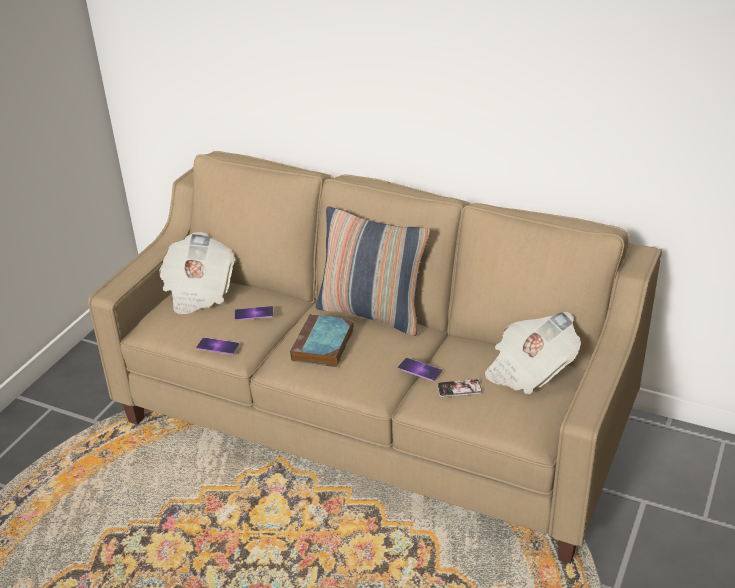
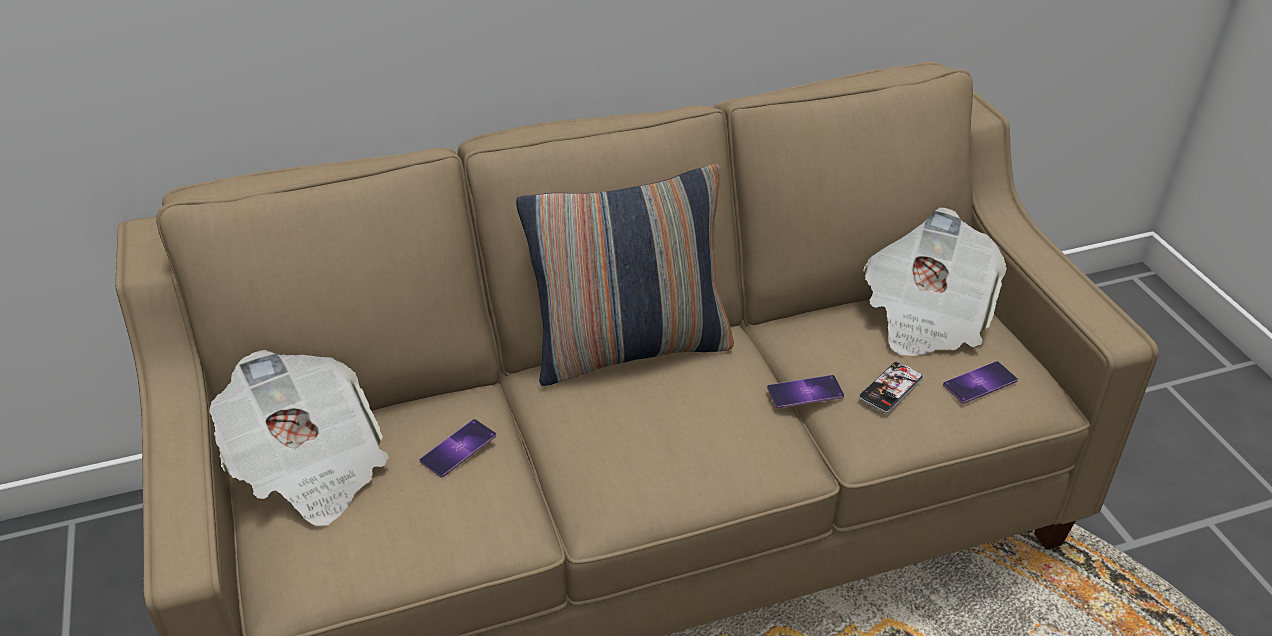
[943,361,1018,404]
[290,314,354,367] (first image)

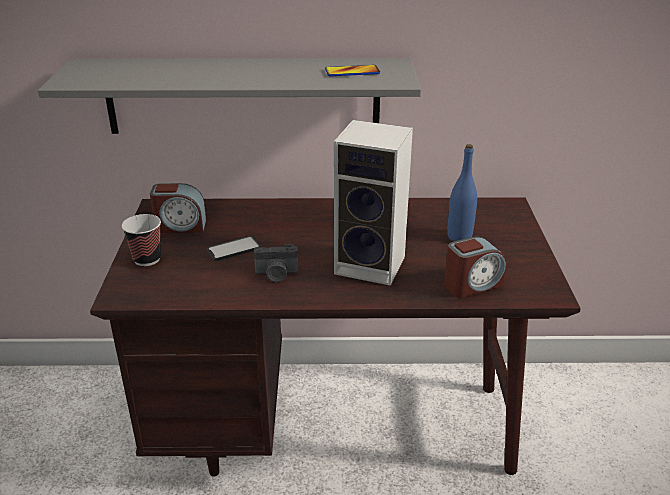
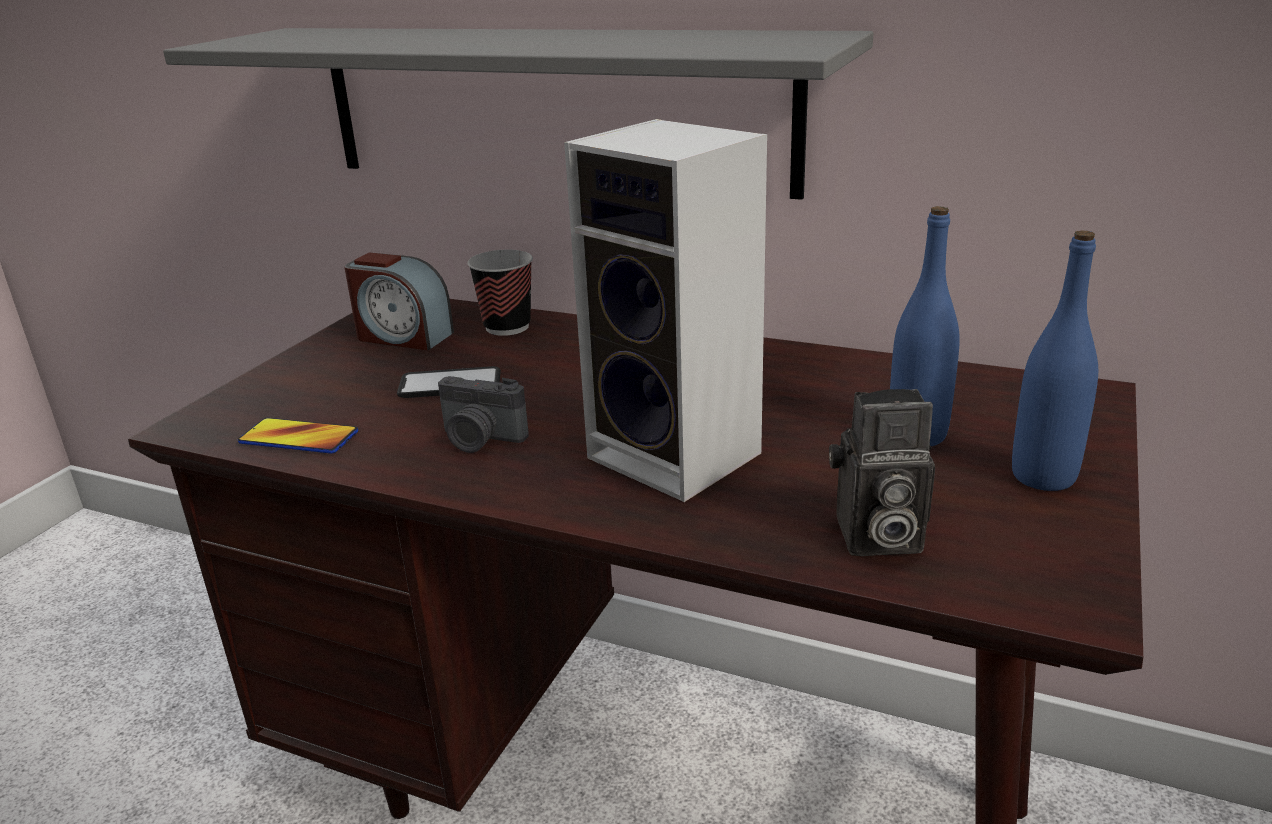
[467,250,533,336]
[238,418,358,453]
[829,389,935,556]
[1012,230,1098,491]

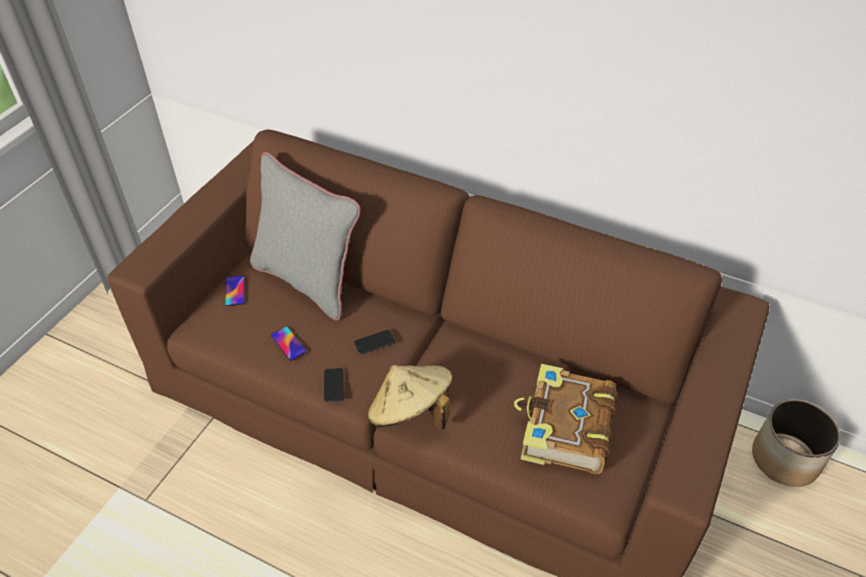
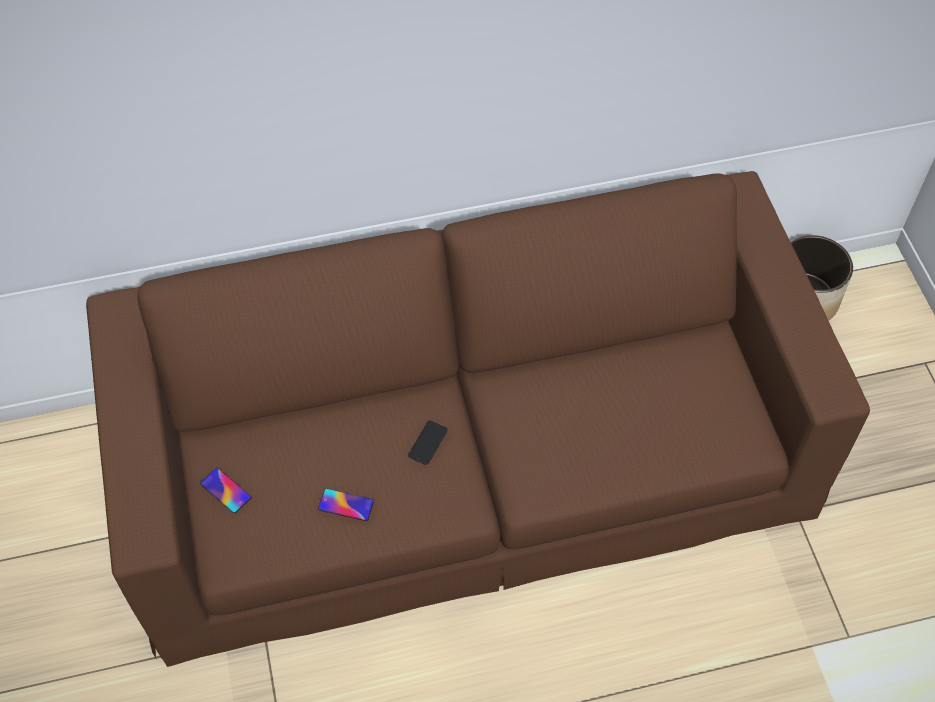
[250,152,361,320] (first image)
[324,368,344,402] (first image)
[367,365,453,430] (first image)
[514,364,617,474] (first image)

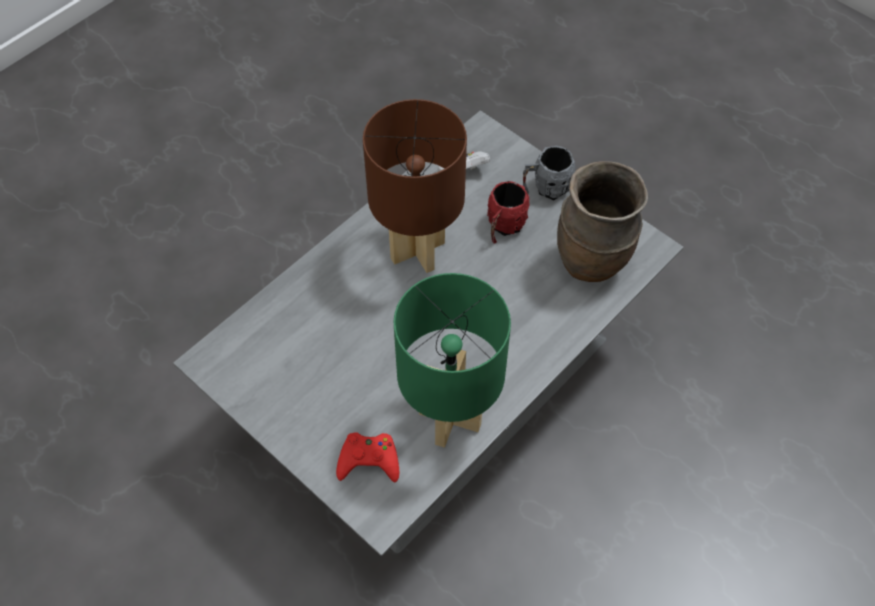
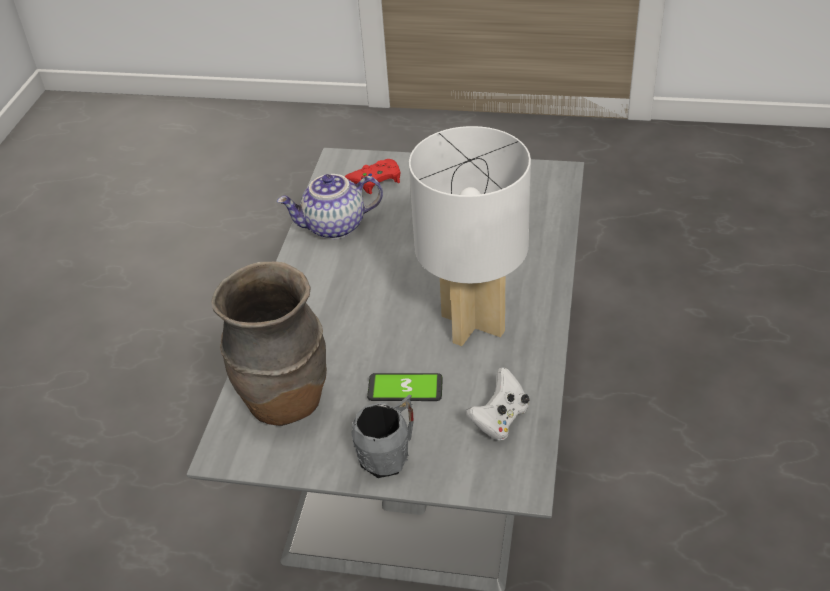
[409,126,531,346]
[277,174,383,239]
[367,373,443,401]

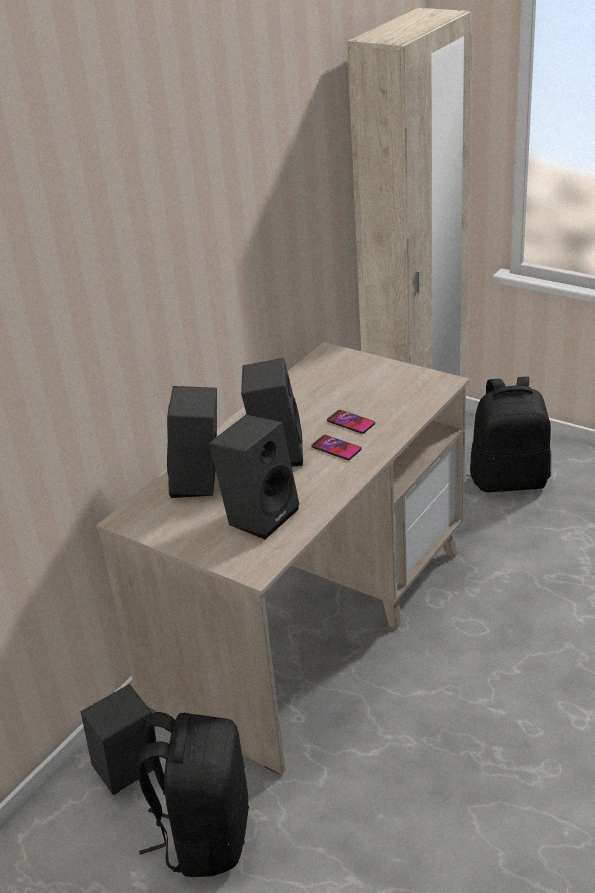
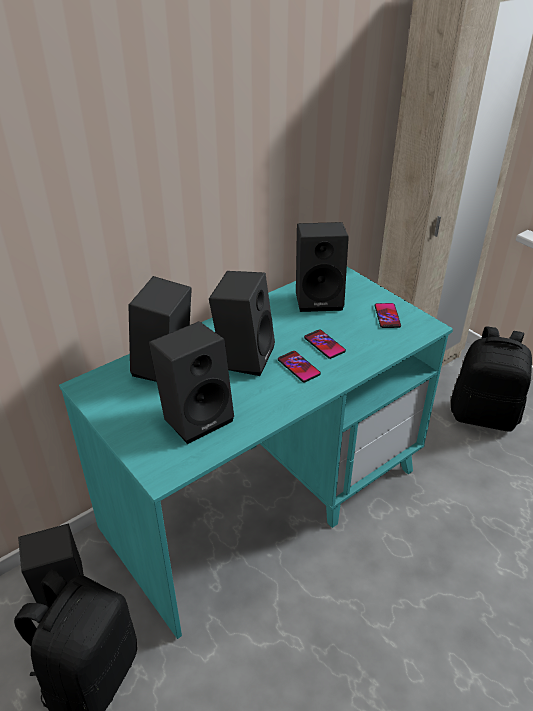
[59,267,453,639]
[296,222,349,312]
[375,303,401,328]

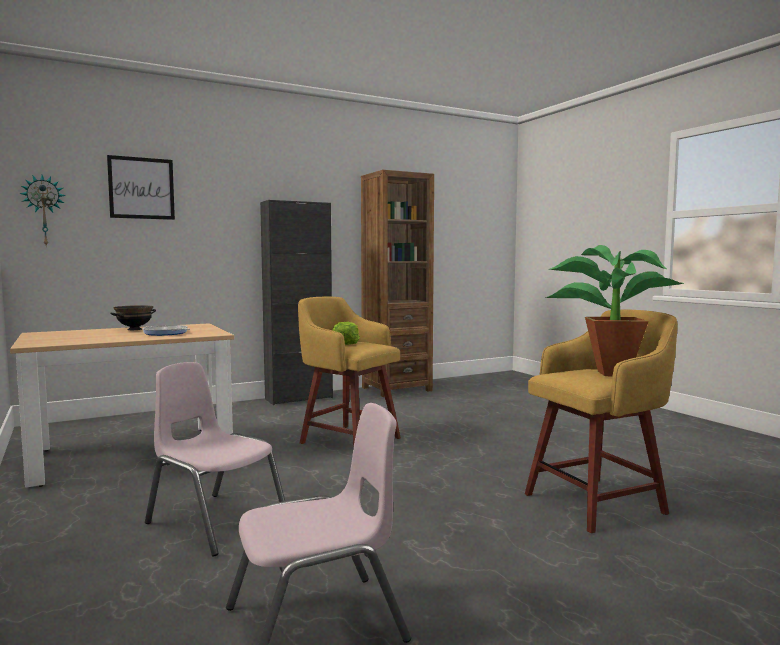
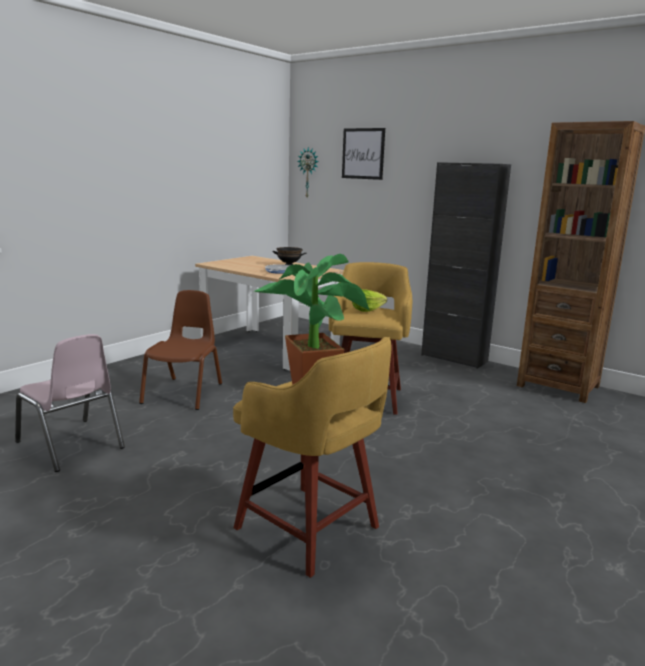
[139,290,222,410]

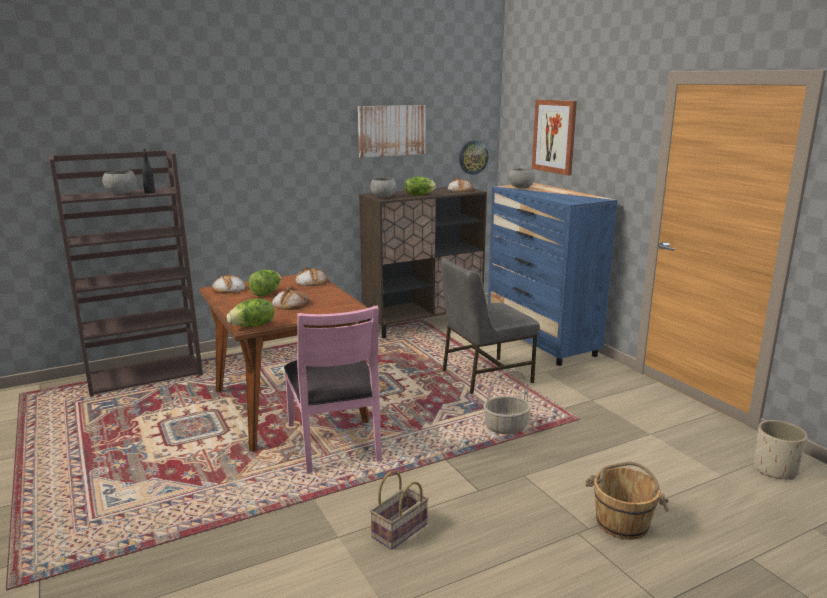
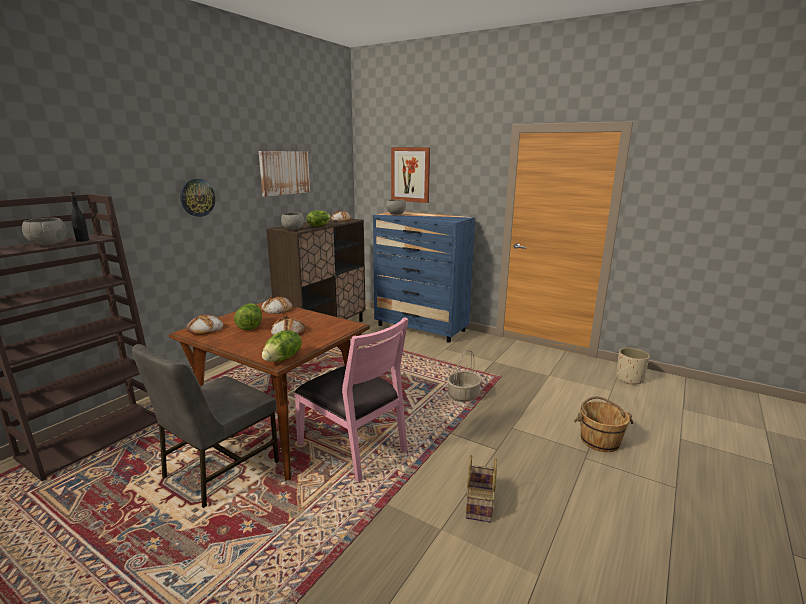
[132,344,279,508]
[180,179,215,217]

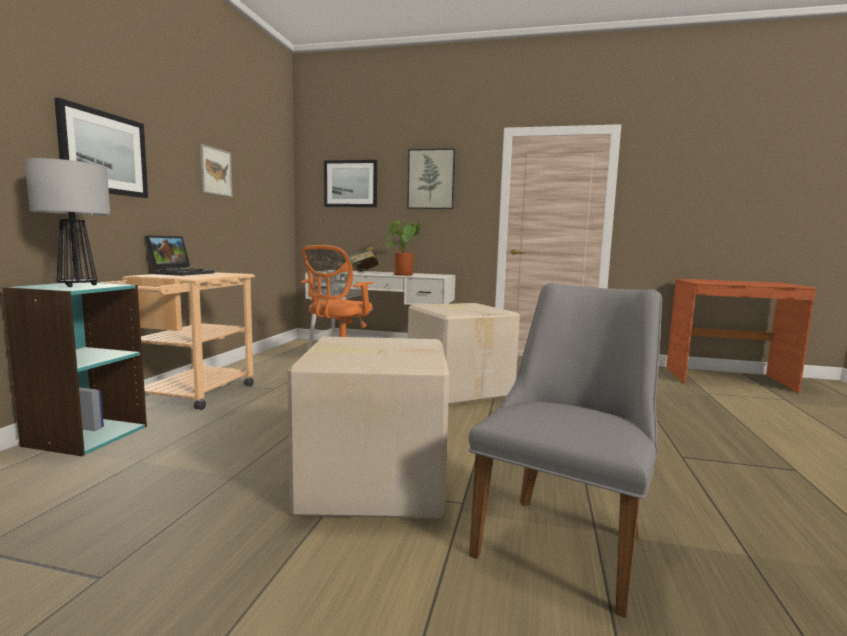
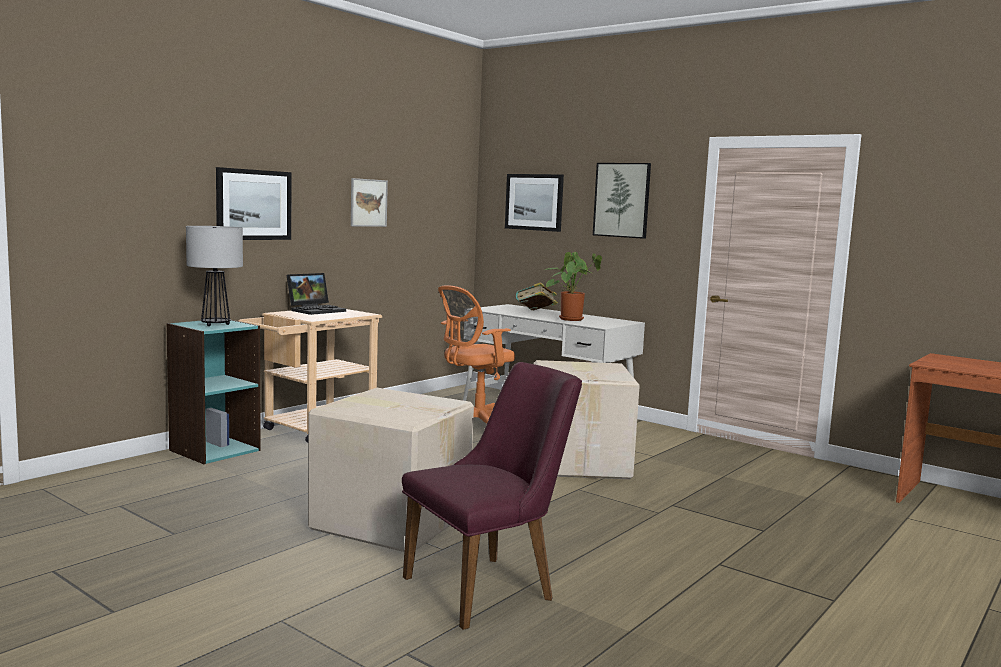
[402,362,582,630]

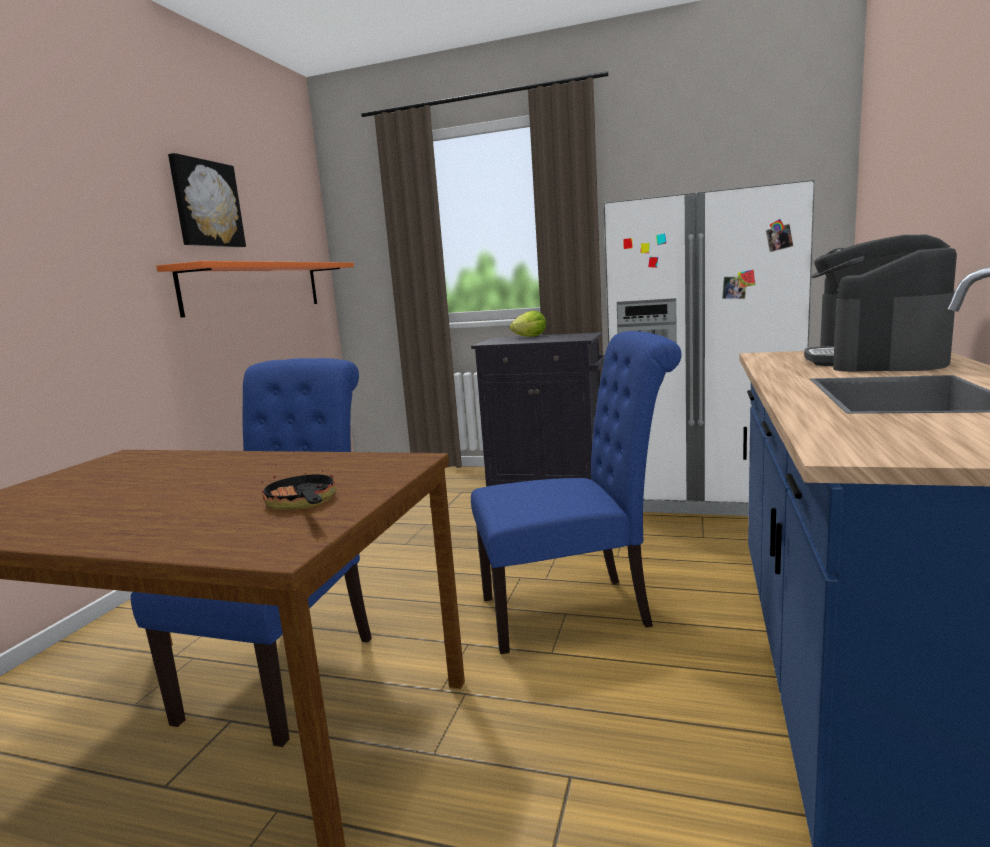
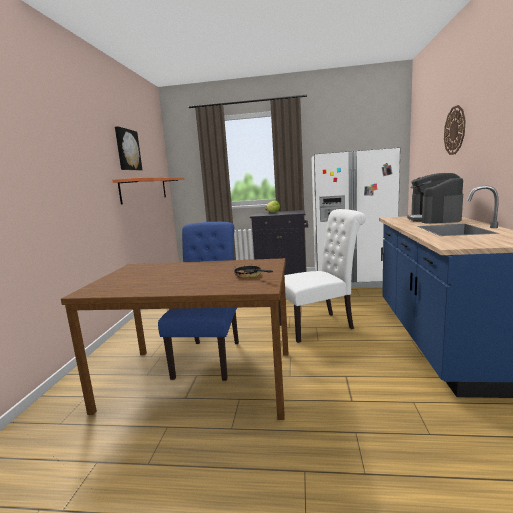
[278,209,366,343]
[444,105,466,155]

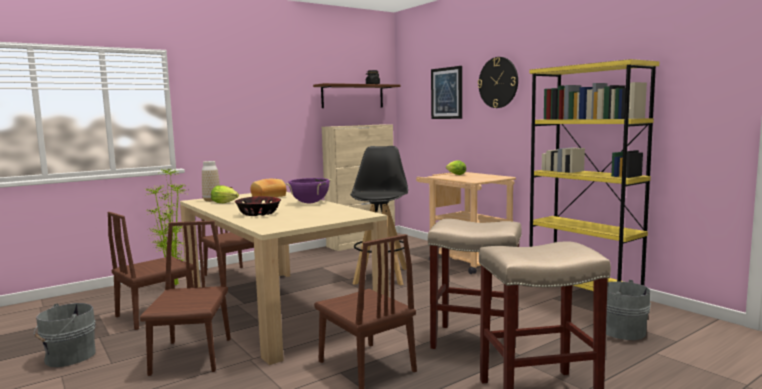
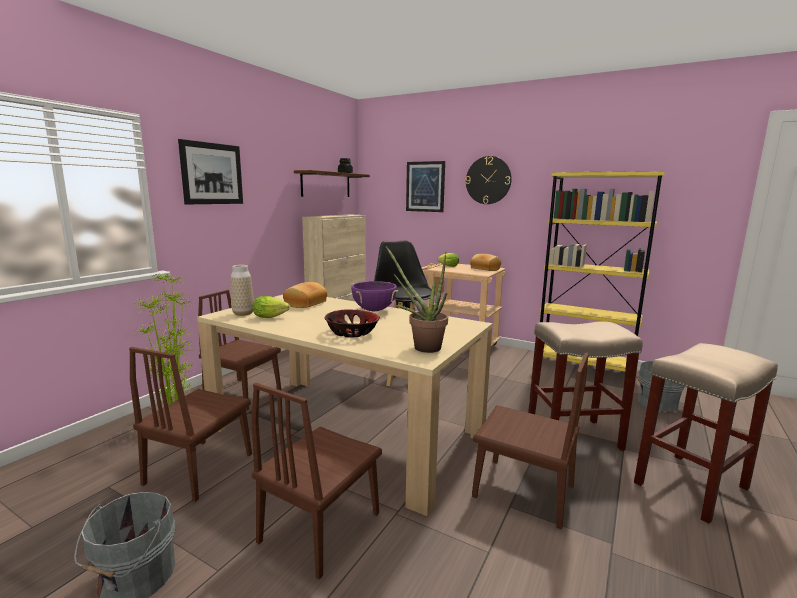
[251,383,382,579]
[178,139,243,204]
[386,246,448,353]
[470,254,501,271]

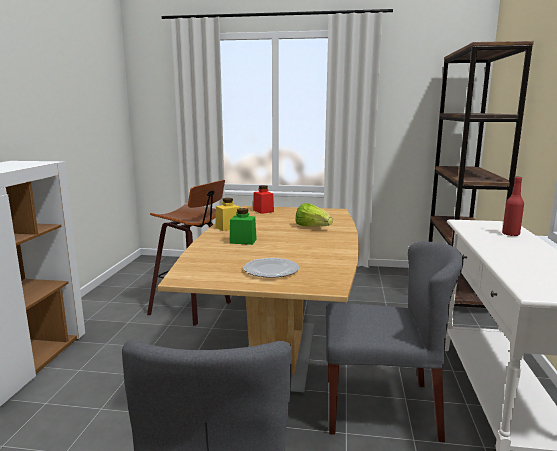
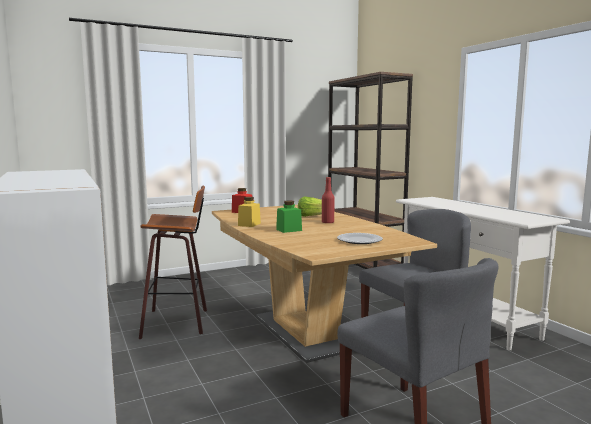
[322,177,335,224]

